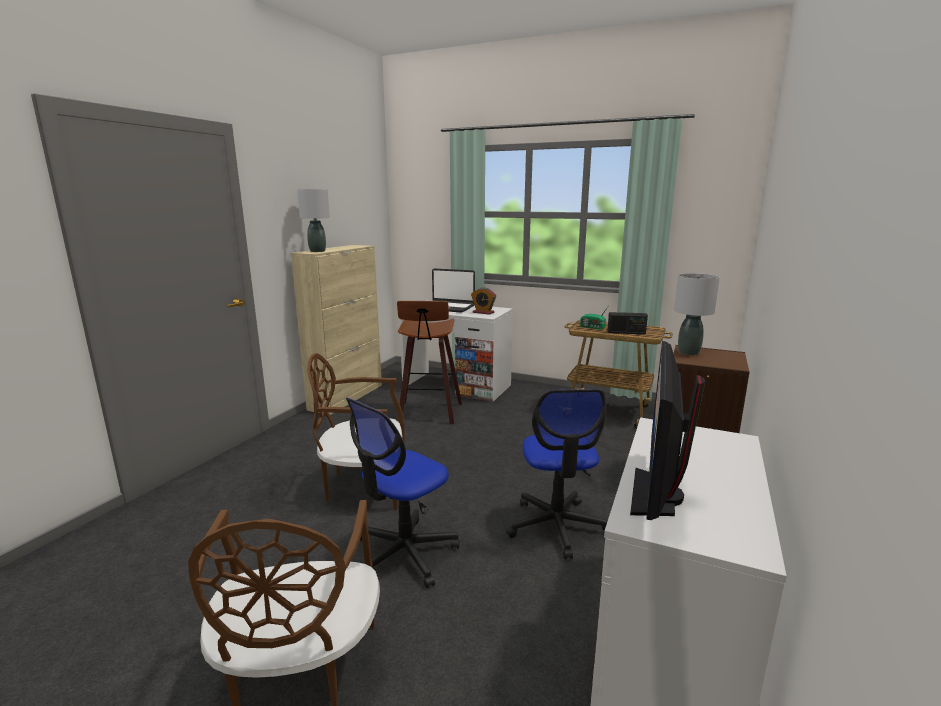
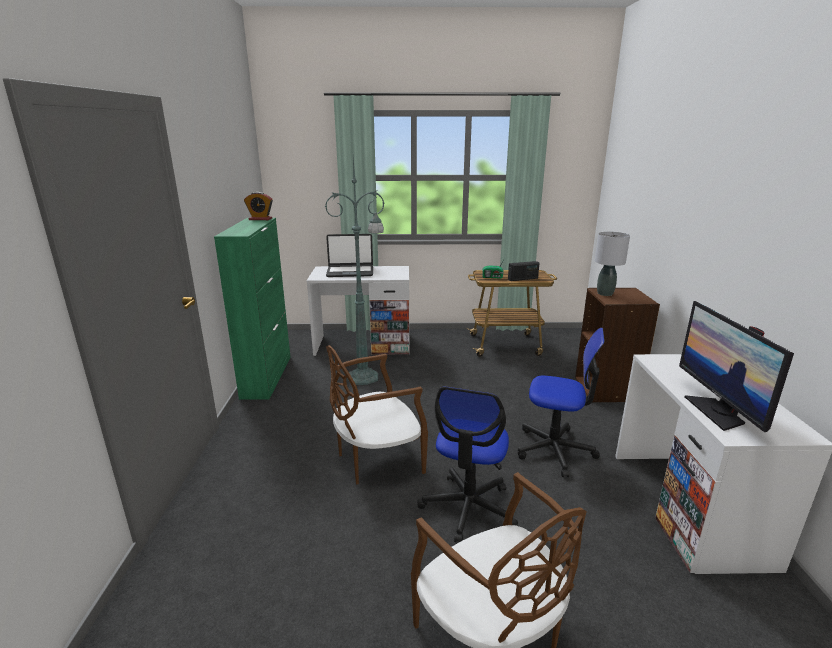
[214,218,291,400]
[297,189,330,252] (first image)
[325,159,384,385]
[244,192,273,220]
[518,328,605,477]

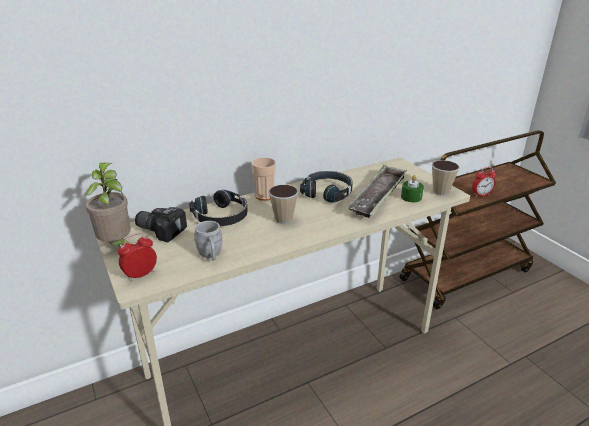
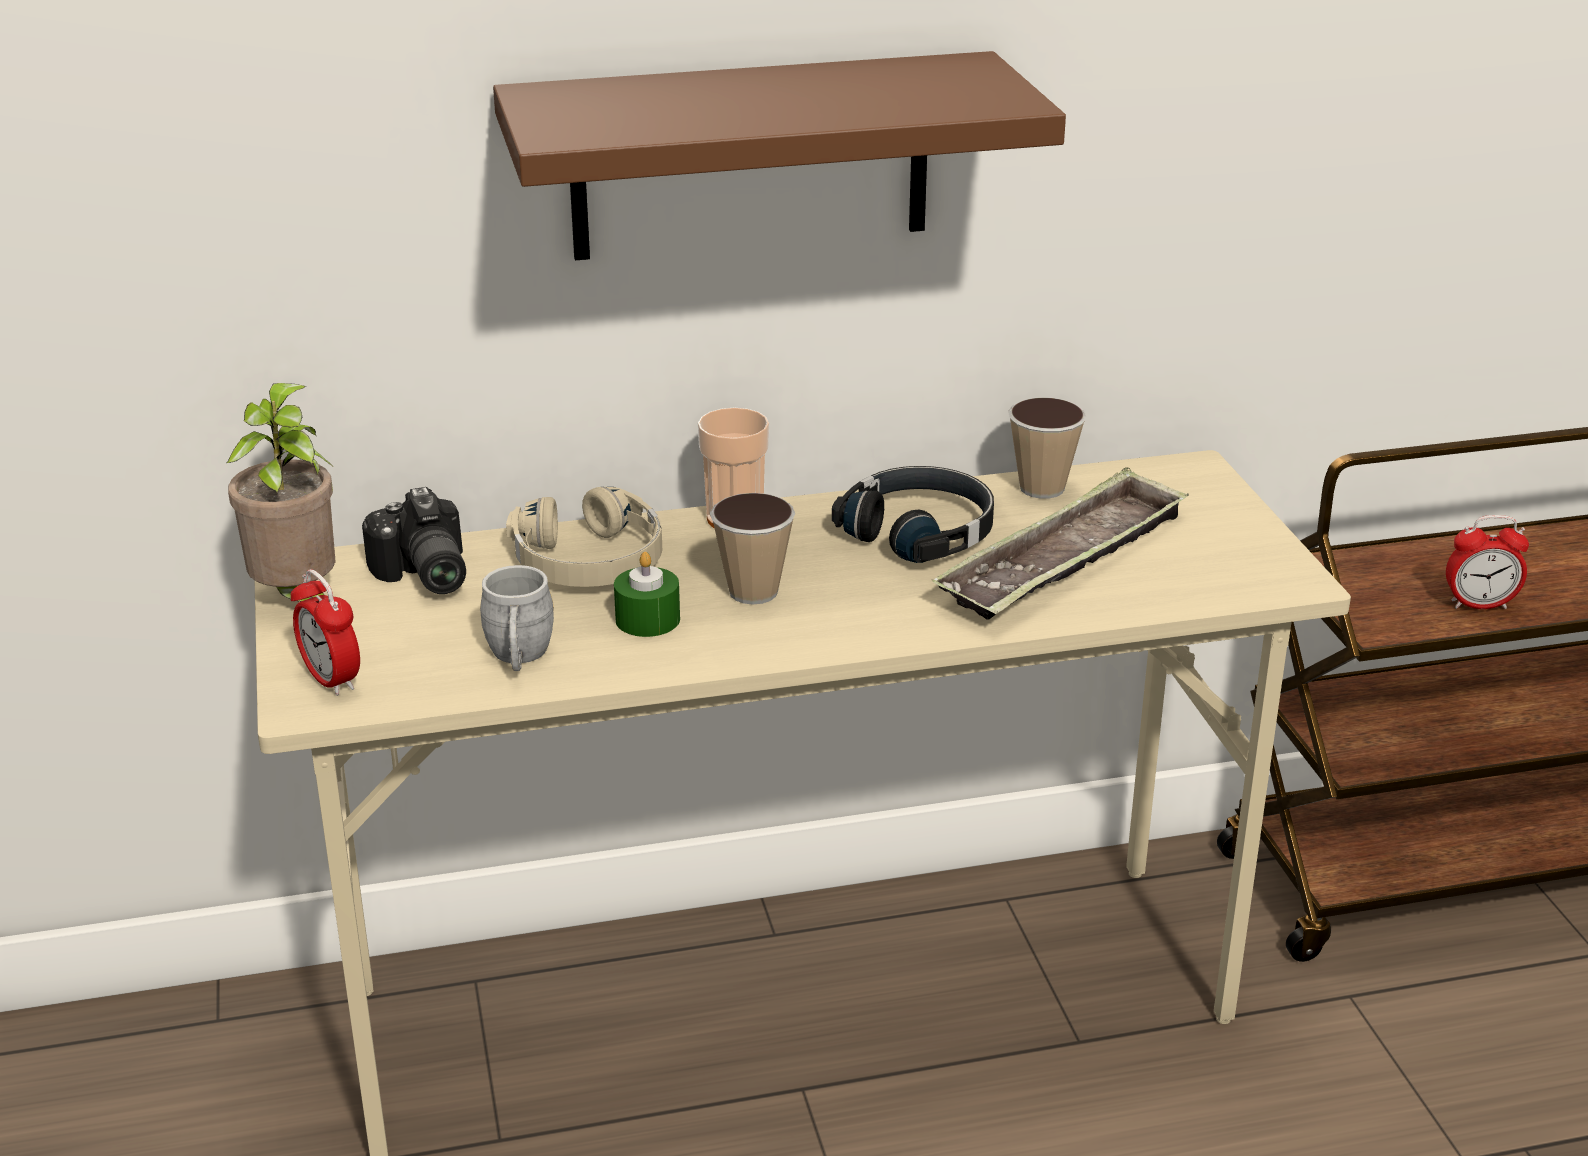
[291,569,360,696]
[362,487,466,594]
[506,487,662,587]
[614,552,680,637]
[1008,397,1086,499]
[493,51,1066,260]

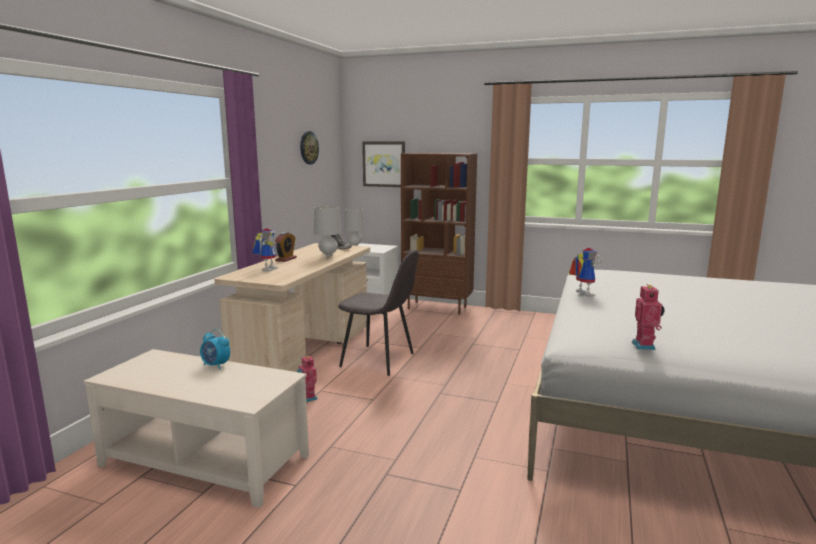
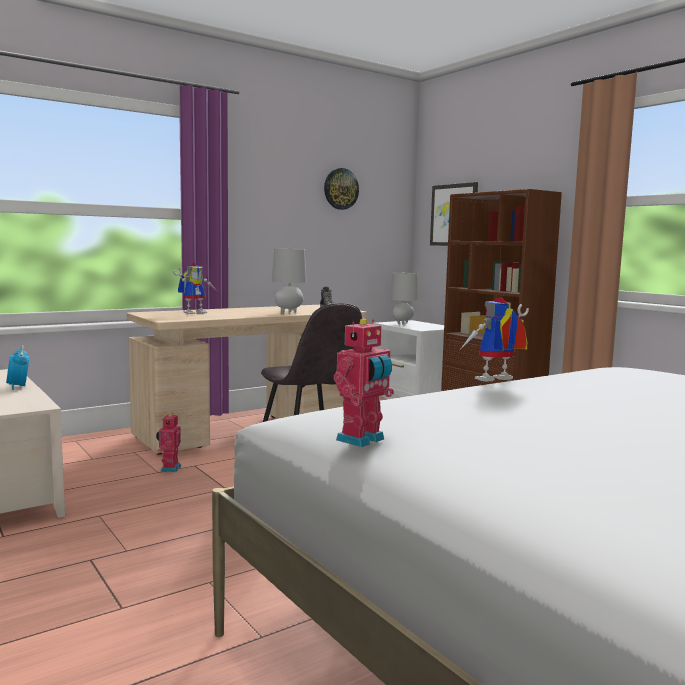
[274,232,297,262] (first image)
[461,297,529,382]

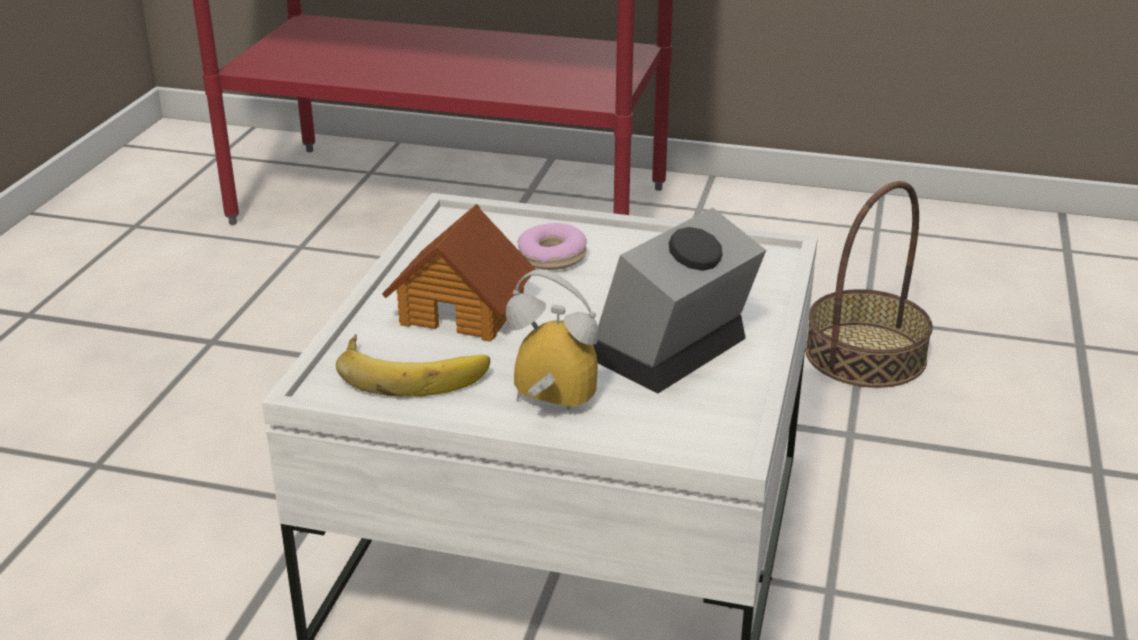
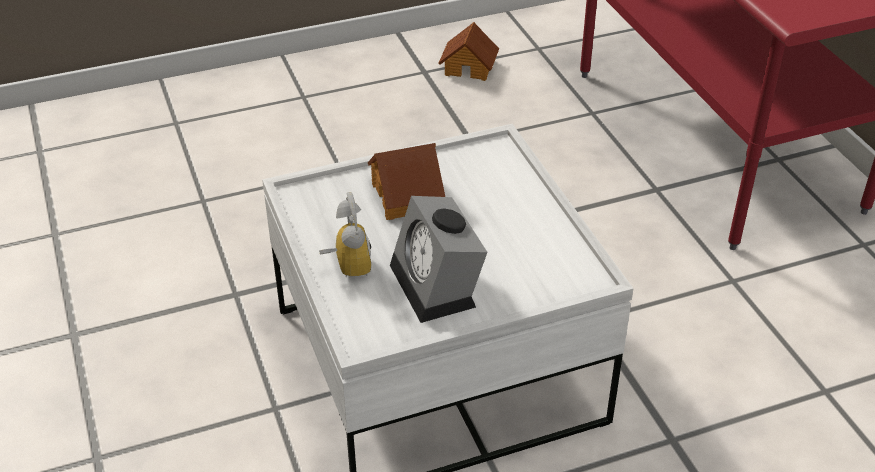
[336,334,490,397] (first image)
[518,223,587,270] (first image)
[390,196,487,323]
[805,181,933,388] (first image)
[439,22,499,81]

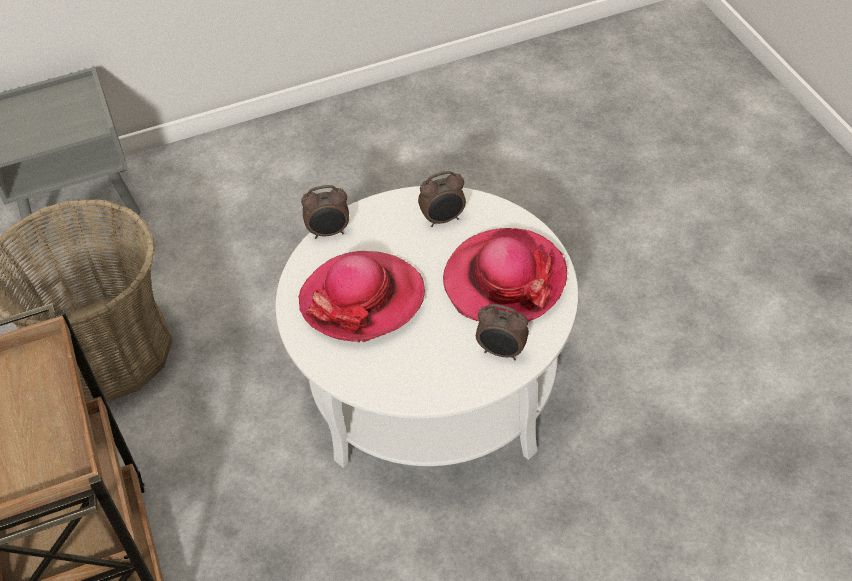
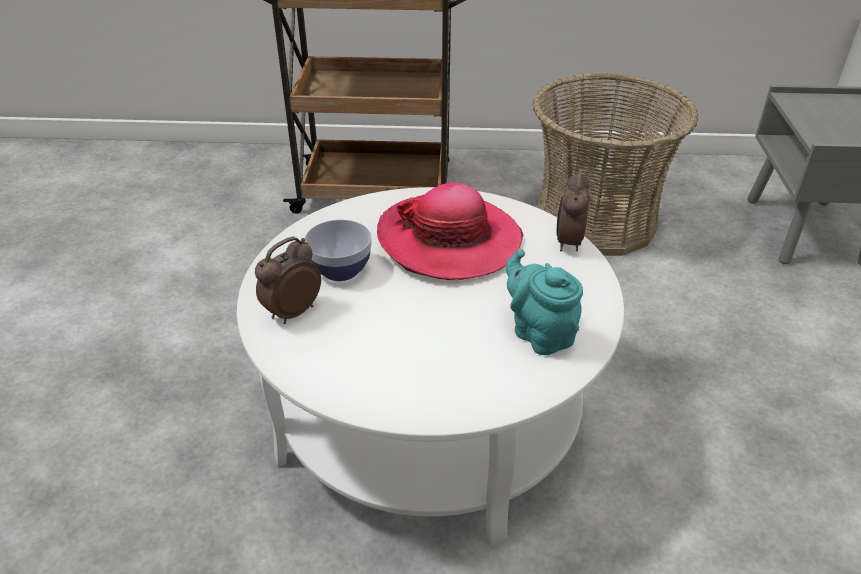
[506,249,583,355]
[443,228,567,322] (first image)
[305,220,372,281]

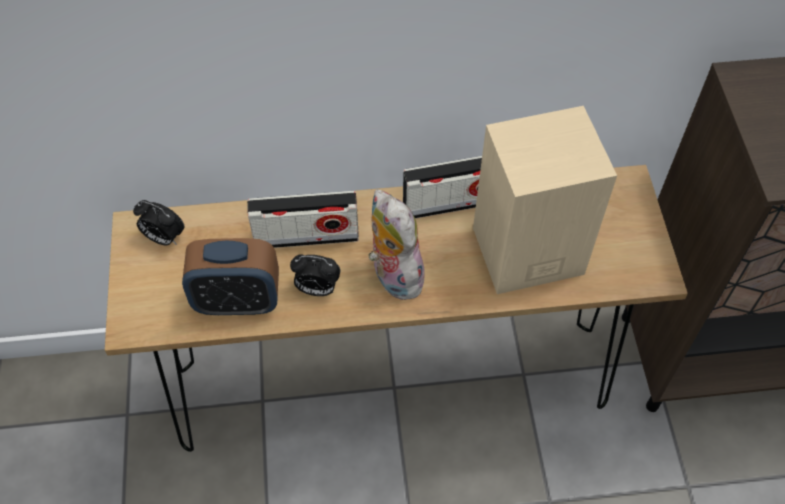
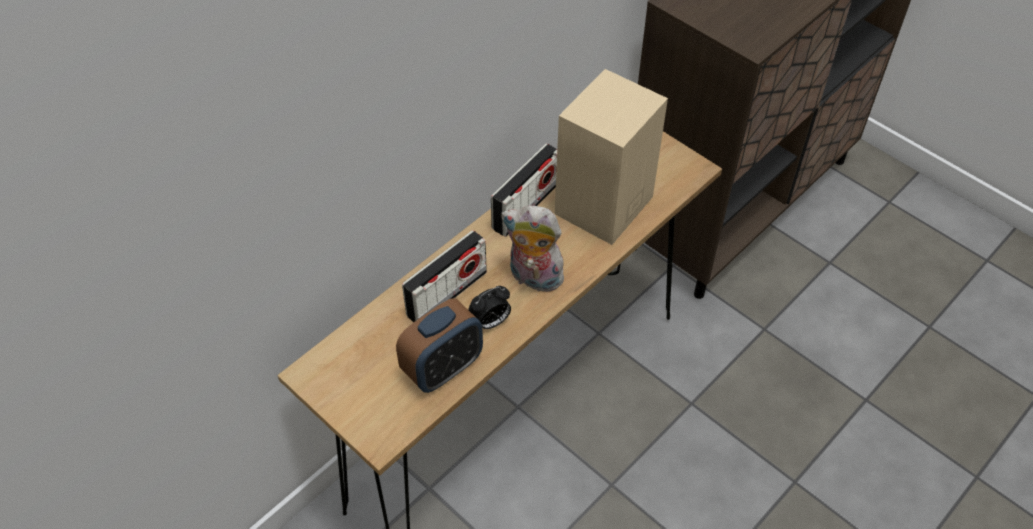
[133,200,184,245] (first image)

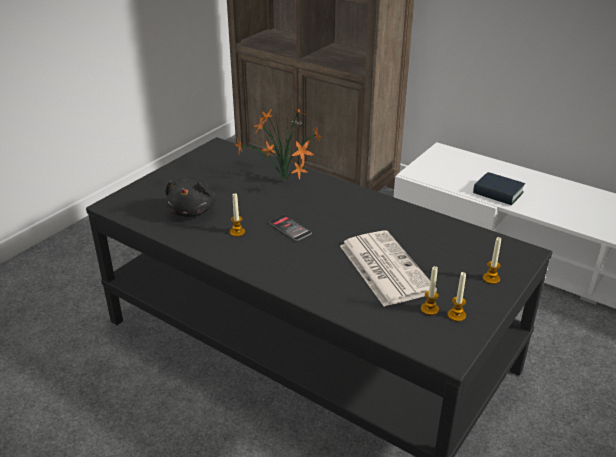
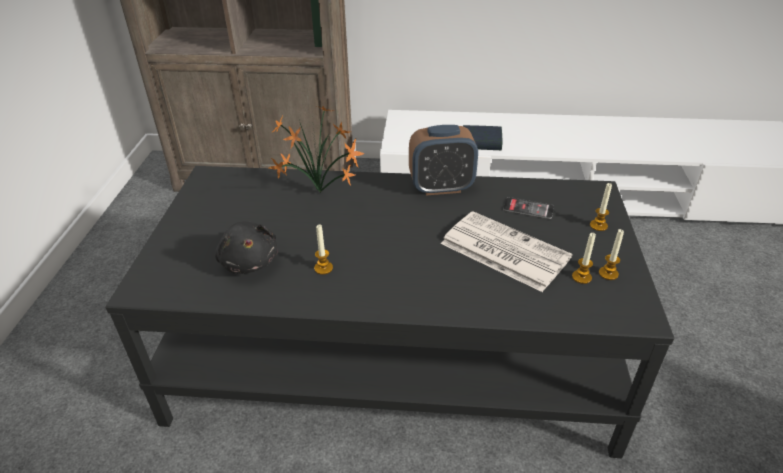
[503,197,554,219]
[409,125,478,196]

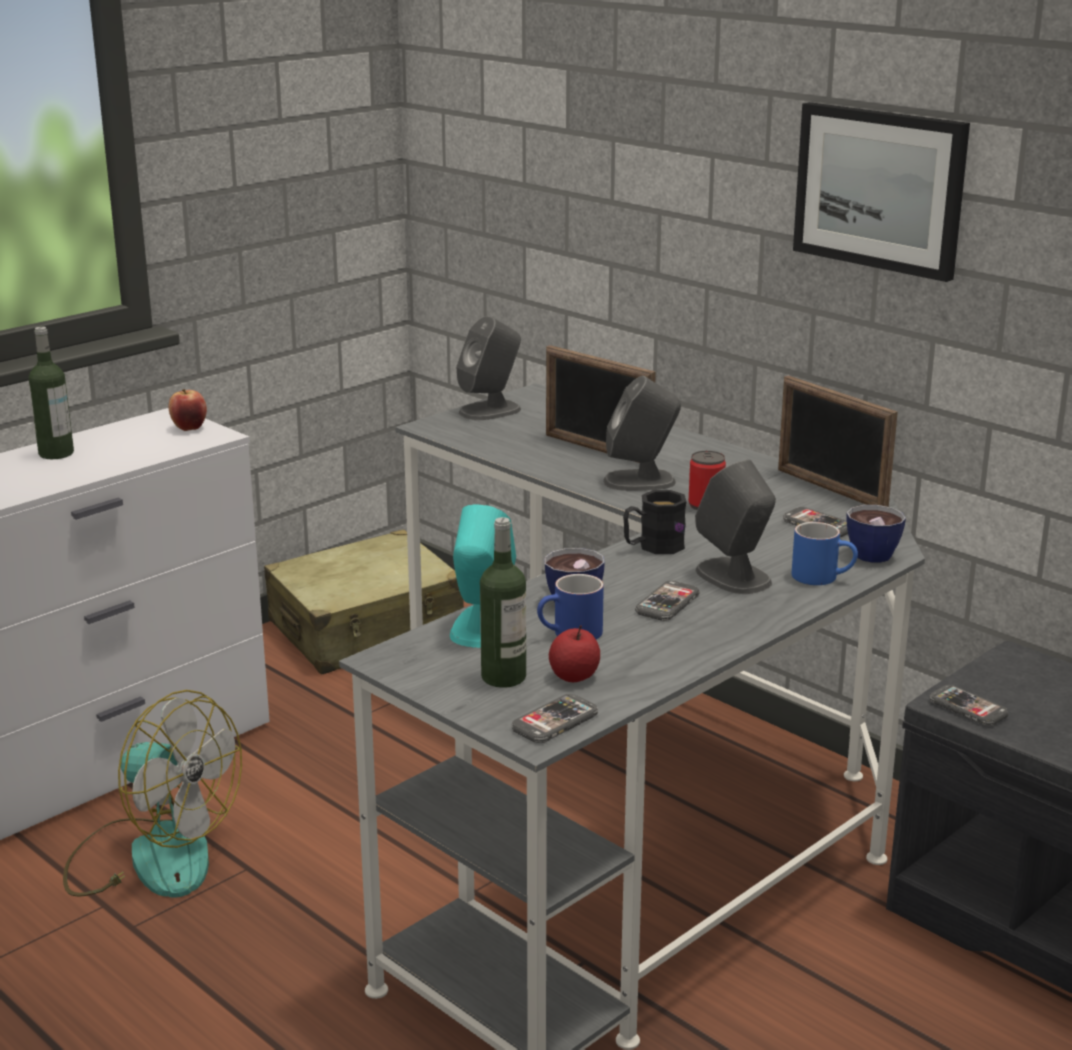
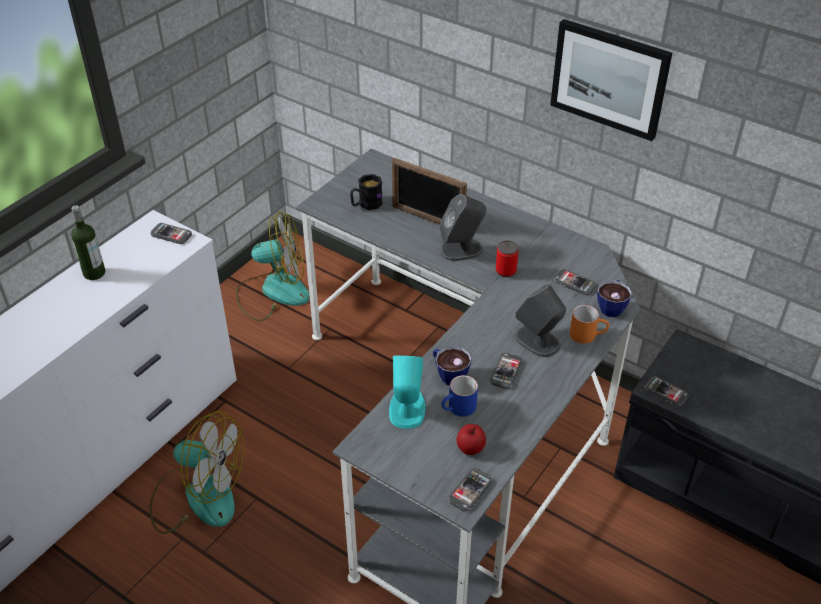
[150,223,192,244]
[236,212,310,321]
[456,316,521,420] (first image)
[480,517,526,688] (first image)
[350,174,383,210]
[778,375,898,507] (first image)
[570,305,609,344]

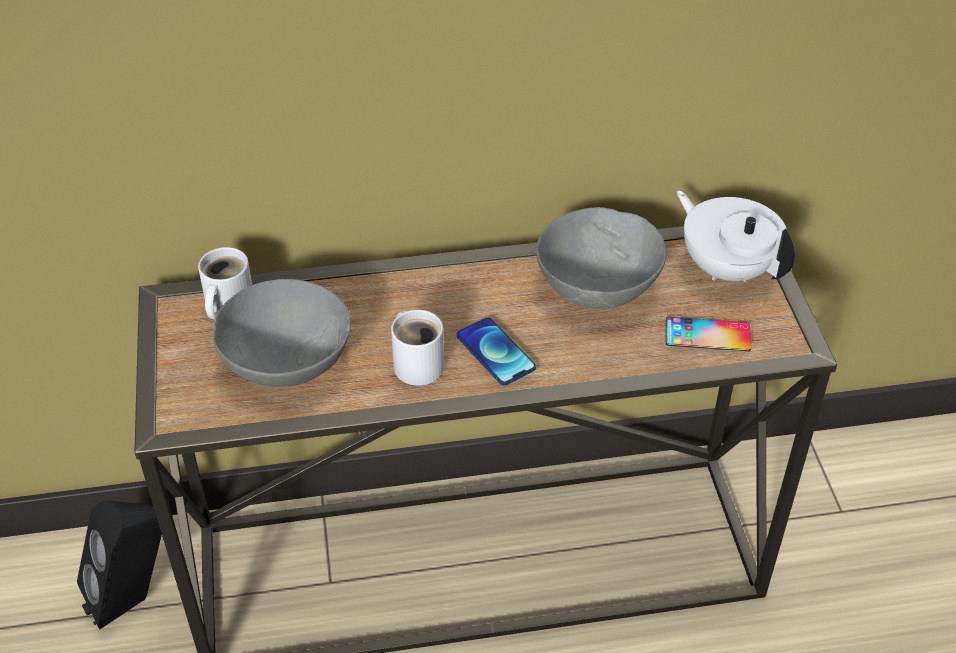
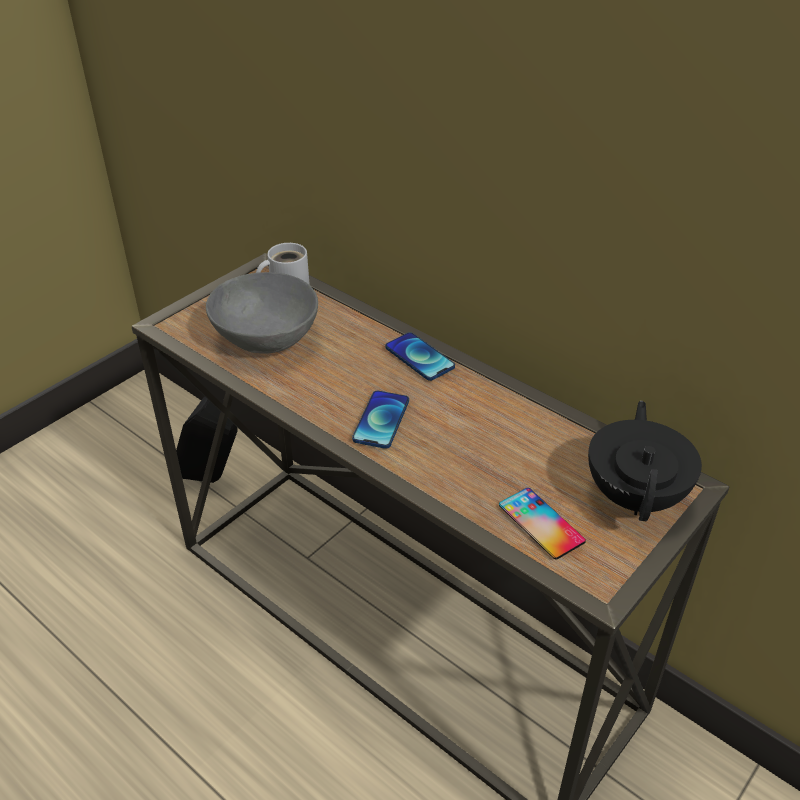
[391,310,444,386] (first image)
[536,207,666,309] (first image)
[588,401,702,521]
[385,332,455,381]

